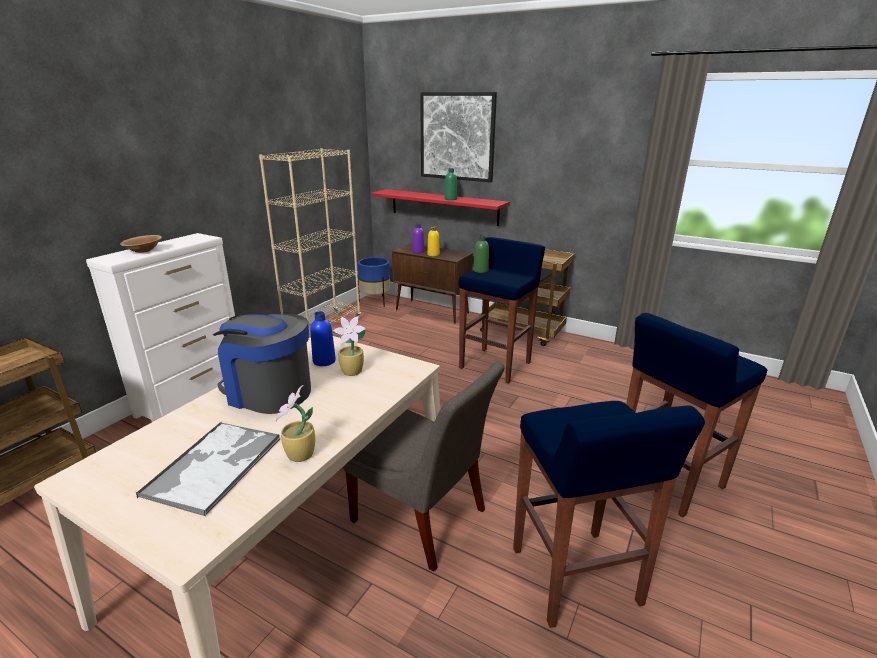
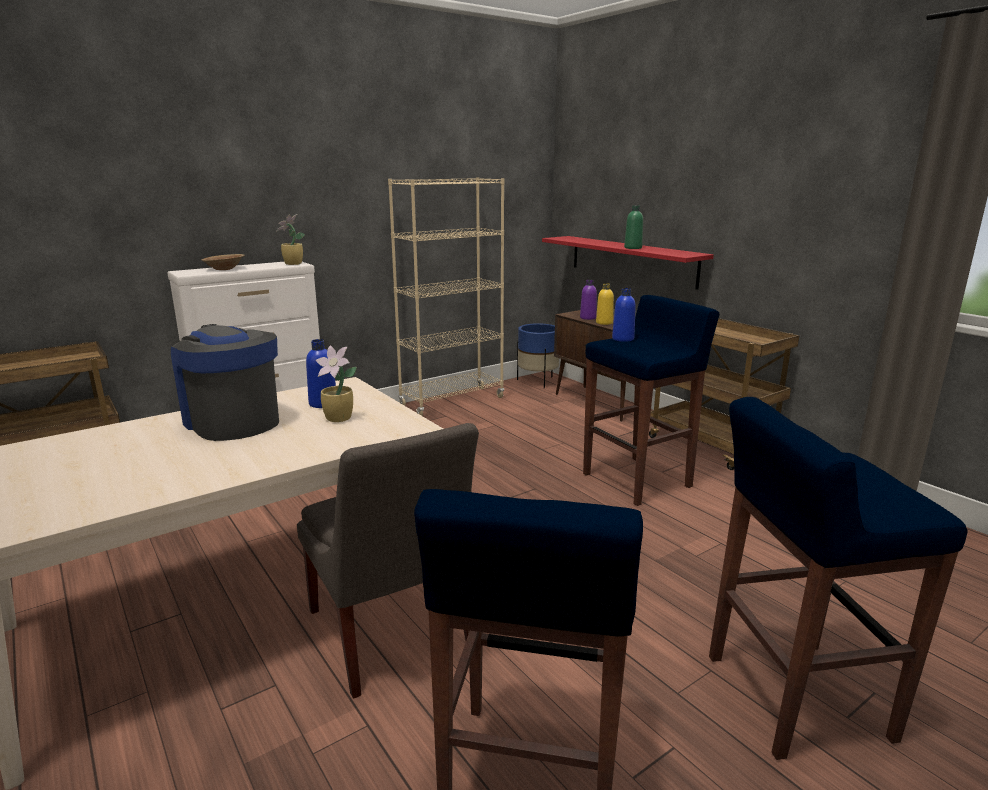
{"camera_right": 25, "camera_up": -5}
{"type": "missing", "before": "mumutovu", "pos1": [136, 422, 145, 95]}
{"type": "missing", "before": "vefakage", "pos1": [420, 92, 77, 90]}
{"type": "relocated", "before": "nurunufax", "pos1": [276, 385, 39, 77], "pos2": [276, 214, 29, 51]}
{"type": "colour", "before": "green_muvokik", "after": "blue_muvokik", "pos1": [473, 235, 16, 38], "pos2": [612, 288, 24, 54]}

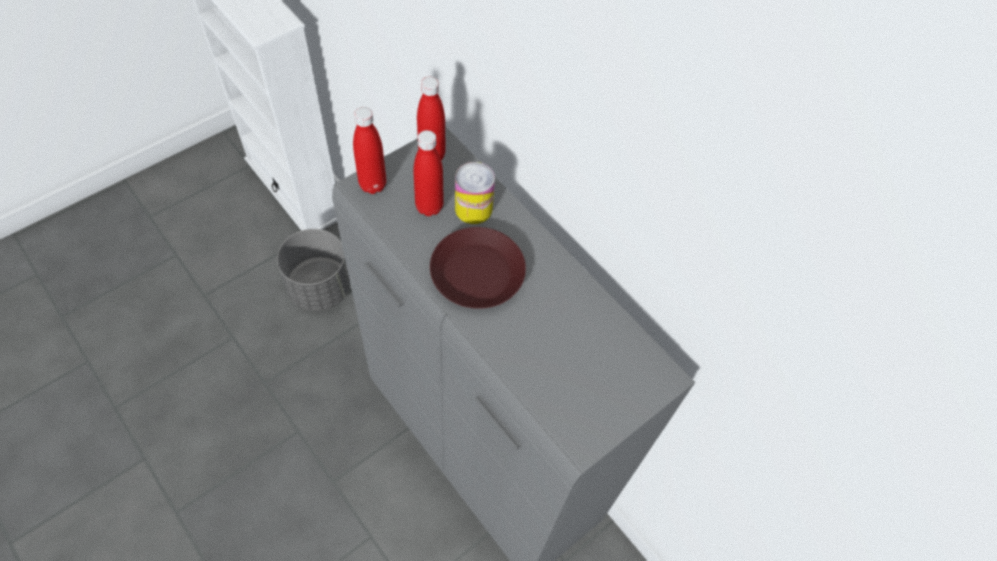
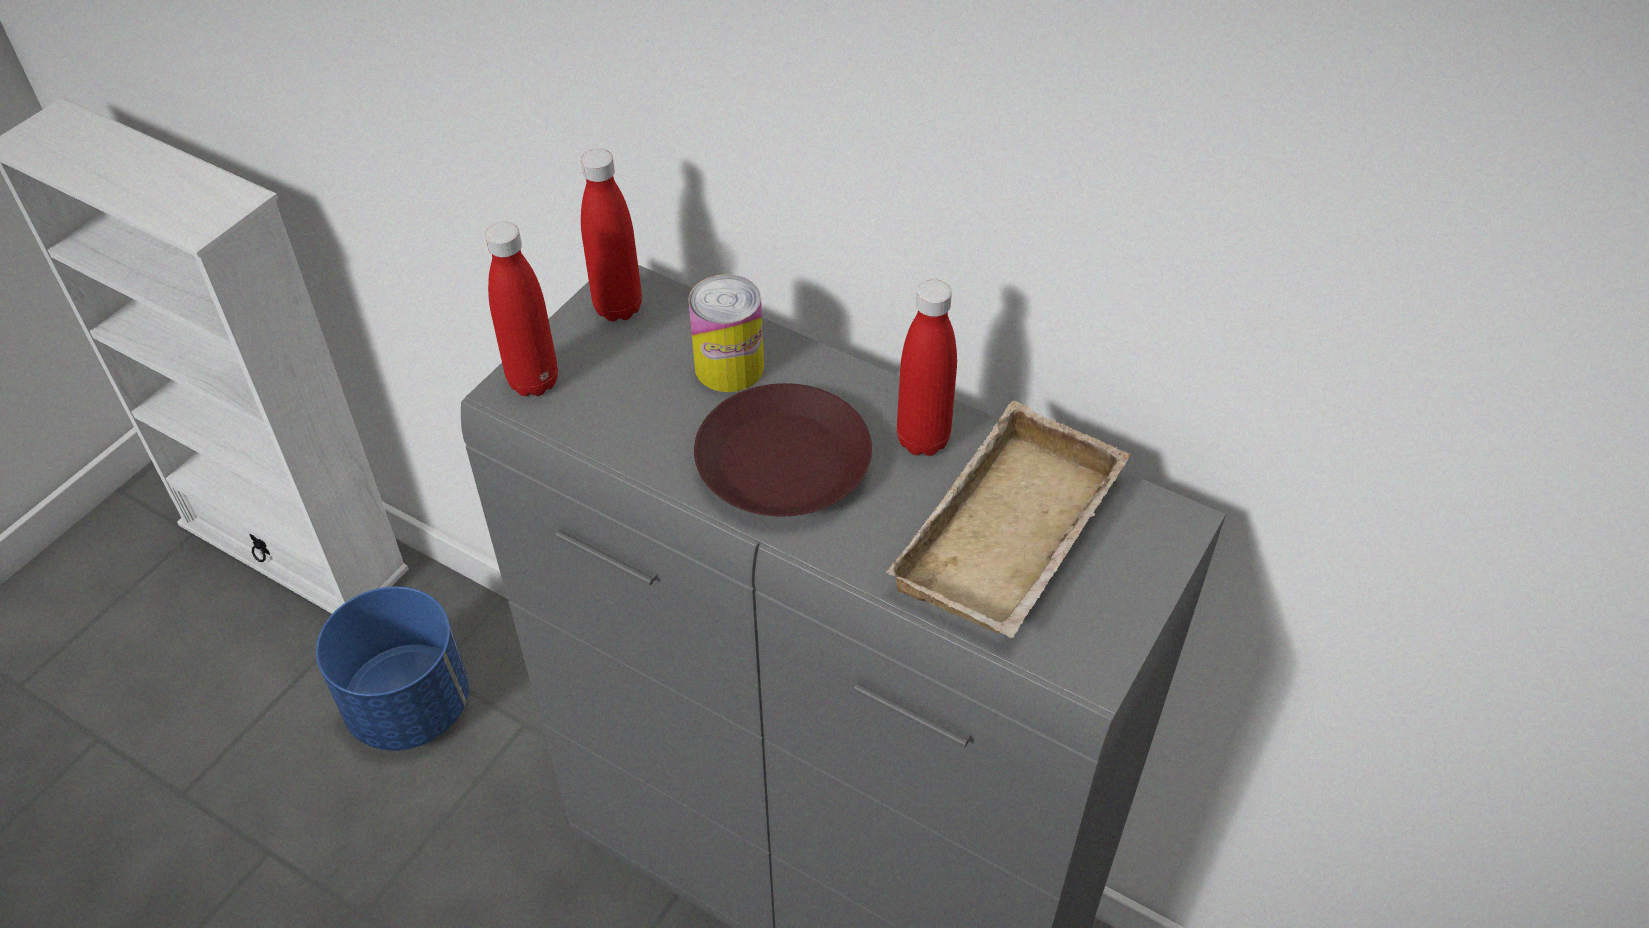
{"camera_right": -15, "camera_up": -10}
{"type": "appeared", "after": "beige_mumutovu", "pos2": [886, 400, 245, 238]}
{"type": "relocated", "before": "red_muvokik", "pos1": [414, 130, 30, 86], "pos2": [897, 279, 60, 177]}
{"type": "colour", "before": "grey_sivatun", "after": "blue_sivatun", "pos1": [277, 229, 73, 82], "pos2": [316, 586, 153, 165]}

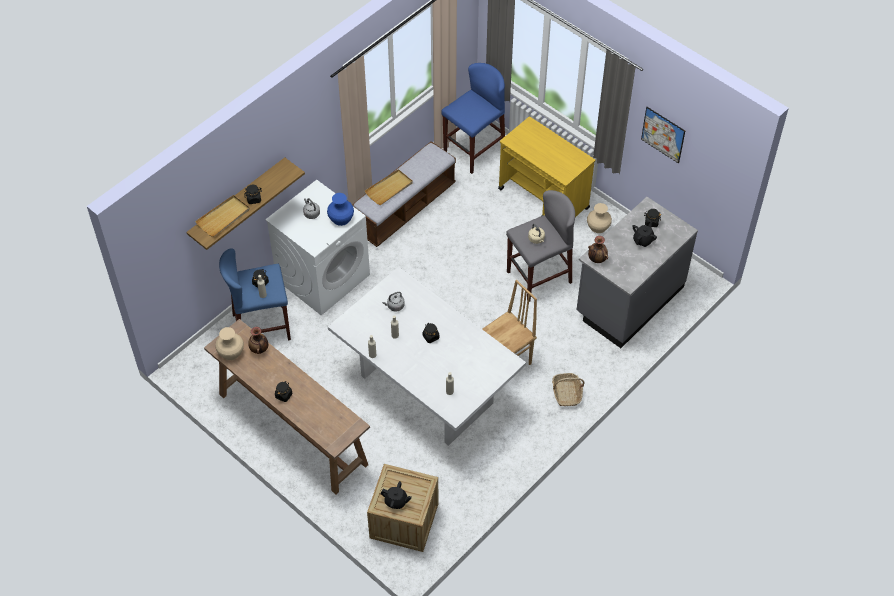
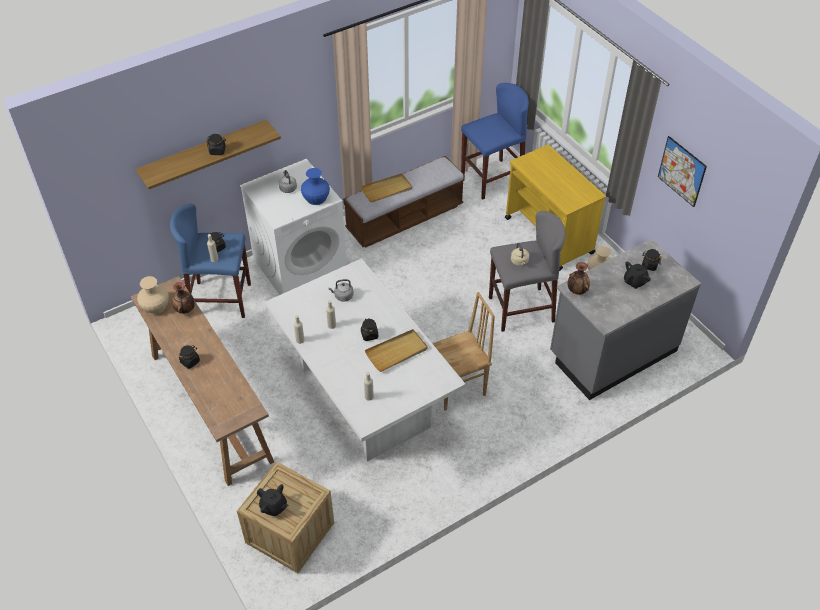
{"camera_right": 15, "camera_up": -5}
{"type": "missing", "before": "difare", "pos1": [552, 373, 33, 33]}
{"type": "relocated", "before": "beige_mumutovu", "pos1": [195, 195, 55, 42], "pos2": [365, 329, 63, 43]}

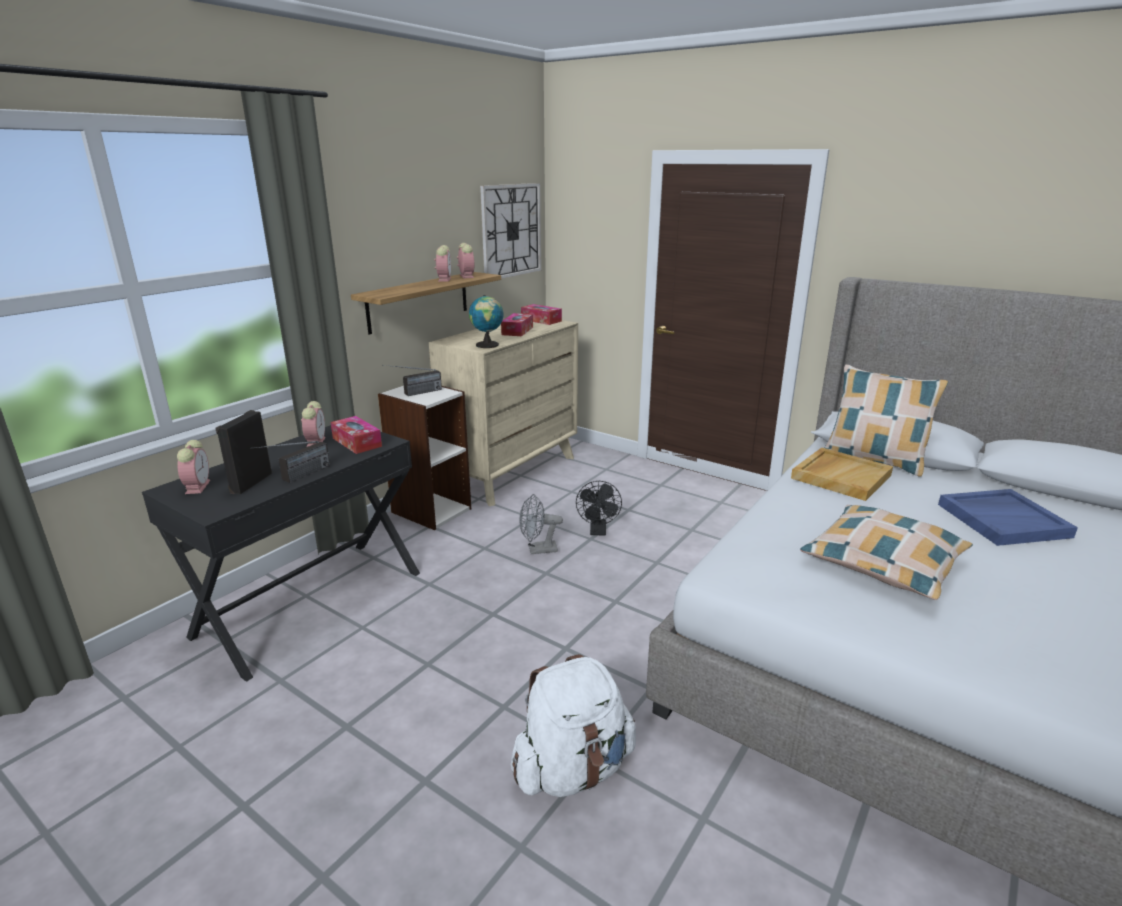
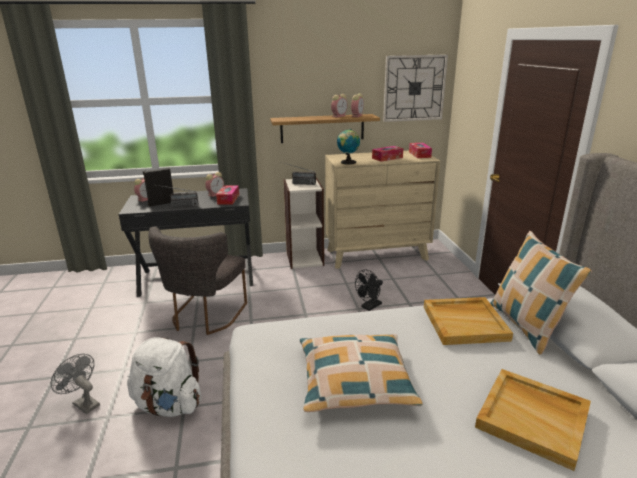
{"camera_right": 45, "camera_up": 0}
{"type": "appeared", "after": "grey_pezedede", "pos2": [149, 226, 98, 109]}
{"type": "relocated", "before": "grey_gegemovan", "pos1": [519, 494, 44, 60], "pos2": [51, 354, 49, 60]}
{"type": "colour", "before": "blue_mumutovu", "after": "beige_mumutovu", "pos1": [938, 489, 140, 57], "pos2": [475, 369, 116, 102]}

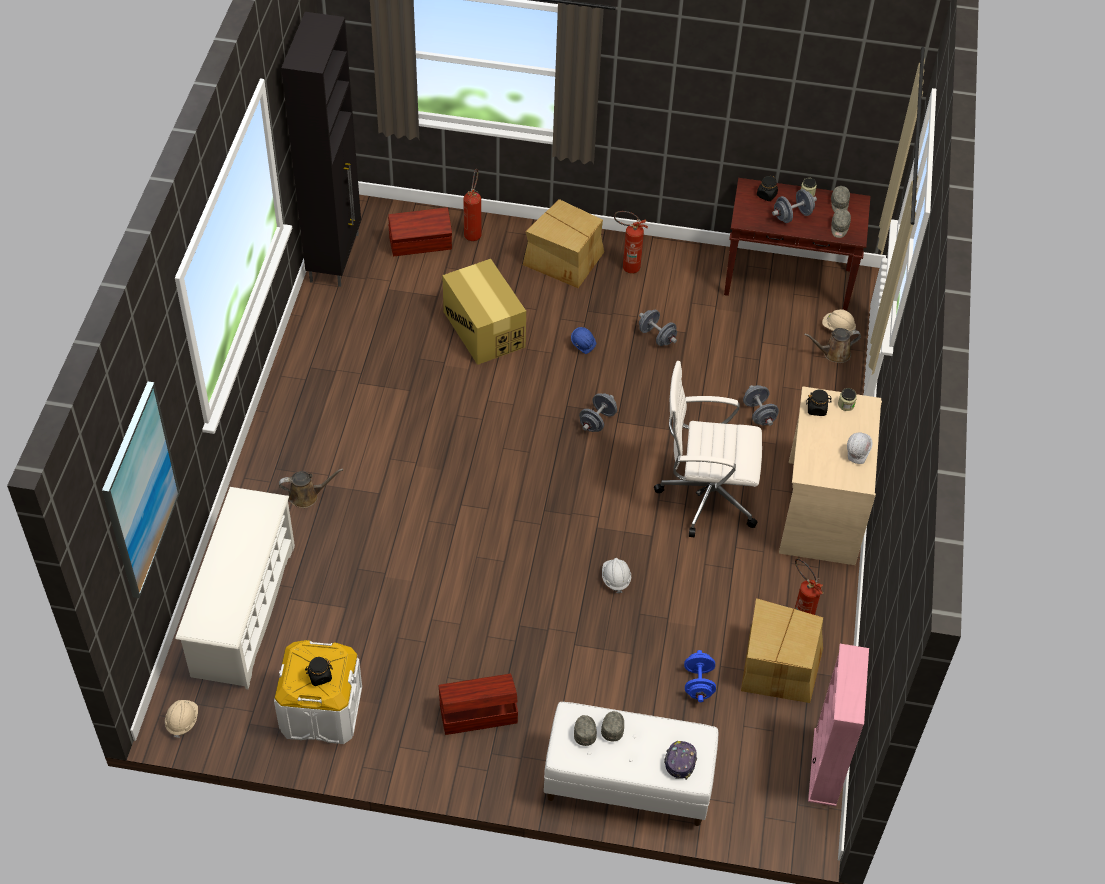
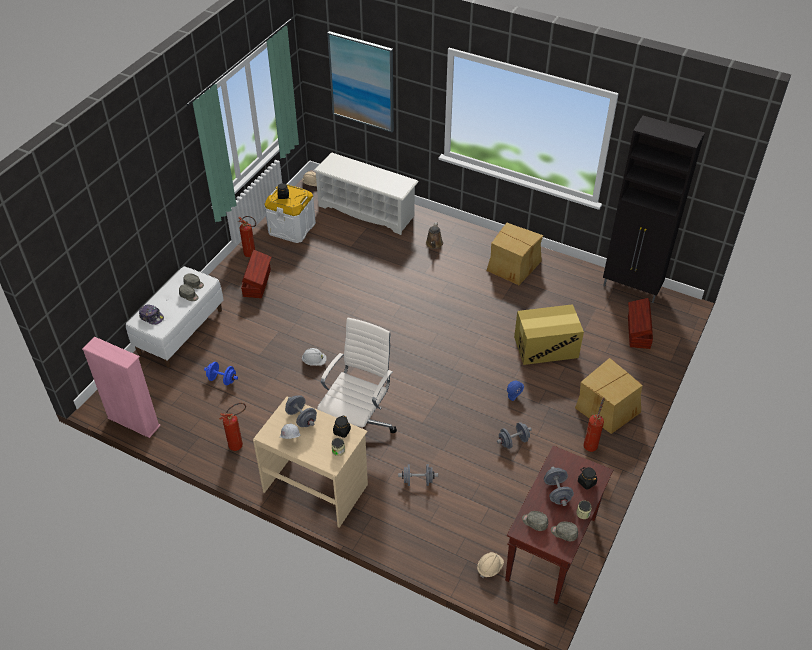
{"camera_right": 110, "camera_up": -5}
{"type": "missing", "before": "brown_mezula", "pos1": [804, 328, 57, 35]}
{"type": "relocated", "before": "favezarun", "pos1": [463, 169, 18, 72], "pos2": [238, 216, 18, 41]}
{"type": "relocated", "before": "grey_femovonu", "pos1": [579, 393, 38, 39], "pos2": [285, 395, 32, 32]}
{"type": "relocated", "before": "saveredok", "pos1": [741, 598, 82, 105], "pos2": [486, 223, 57, 62]}

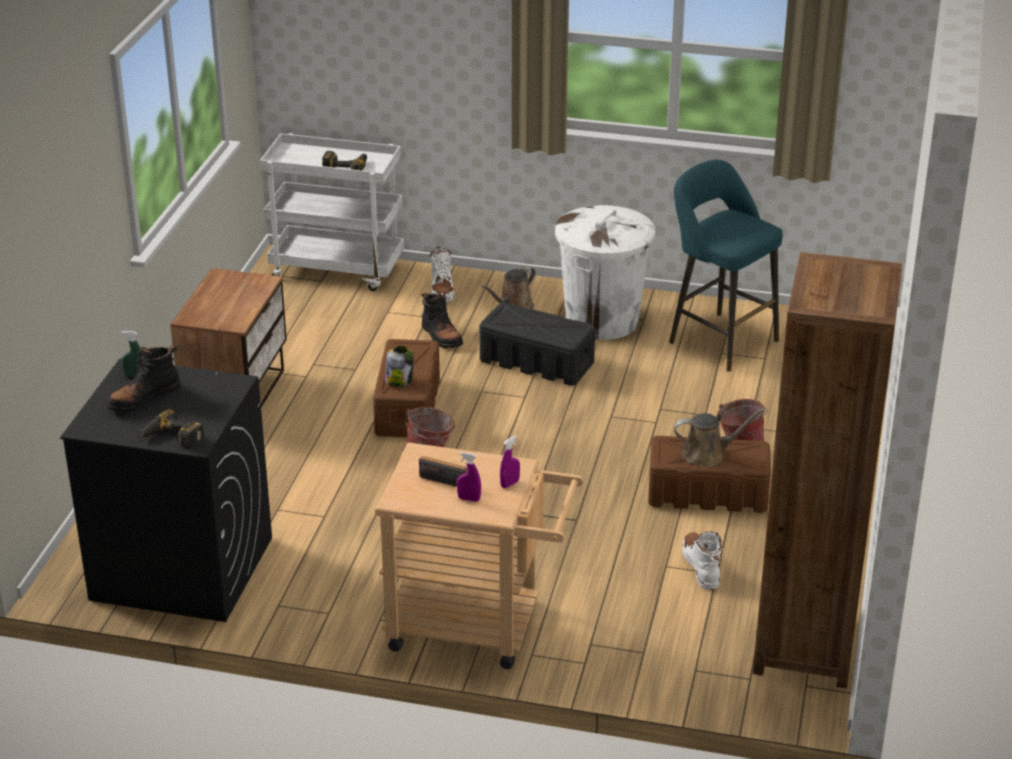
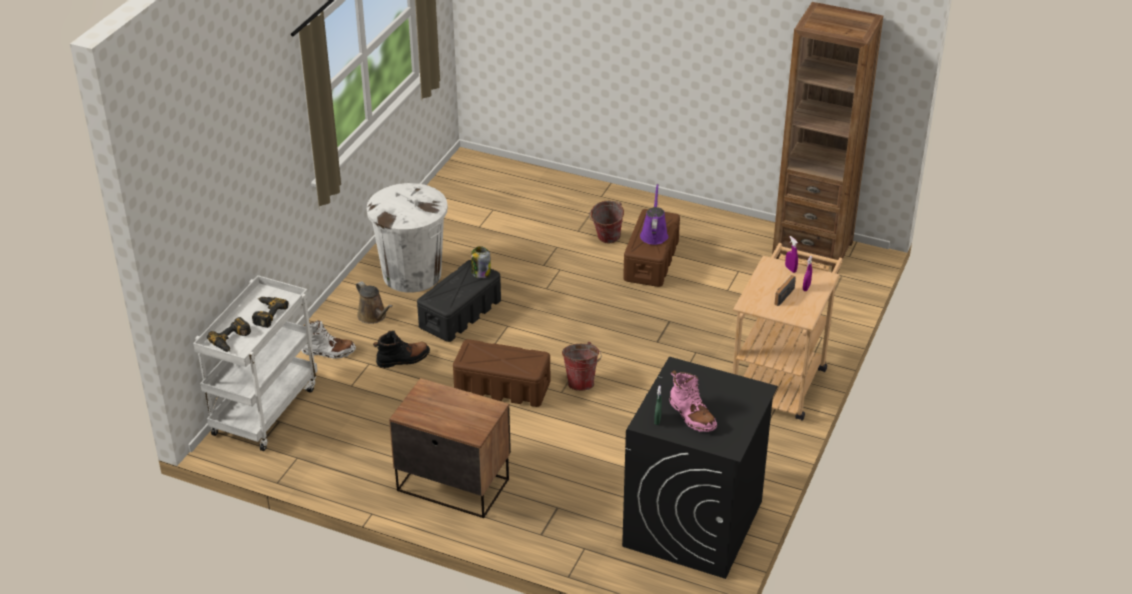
{"camera_right": -80, "camera_up": 5}
{"type": "missing", "before": "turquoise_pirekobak", "pos1": [669, 160, 114, 212]}
{"type": "missing", "before": "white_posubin", "pos1": [682, 532, 41, 58]}
{"type": "relocated", "before": "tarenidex", "pos1": [140, 409, 64, 40], "pos2": [207, 317, 44, 35]}
{"type": "relocated", "before": "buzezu", "pos1": [385, 345, 29, 42], "pos2": [471, 246, 19, 32]}
{"type": "colour", "before": "black_posubin", "after": "pink_posubin", "pos1": [107, 345, 73, 67], "pos2": [670, 370, 47, 62]}
{"type": "colour", "before": "brown_mezula", "after": "purple_mezula", "pos1": [674, 409, 91, 58], "pos2": [640, 184, 28, 61]}

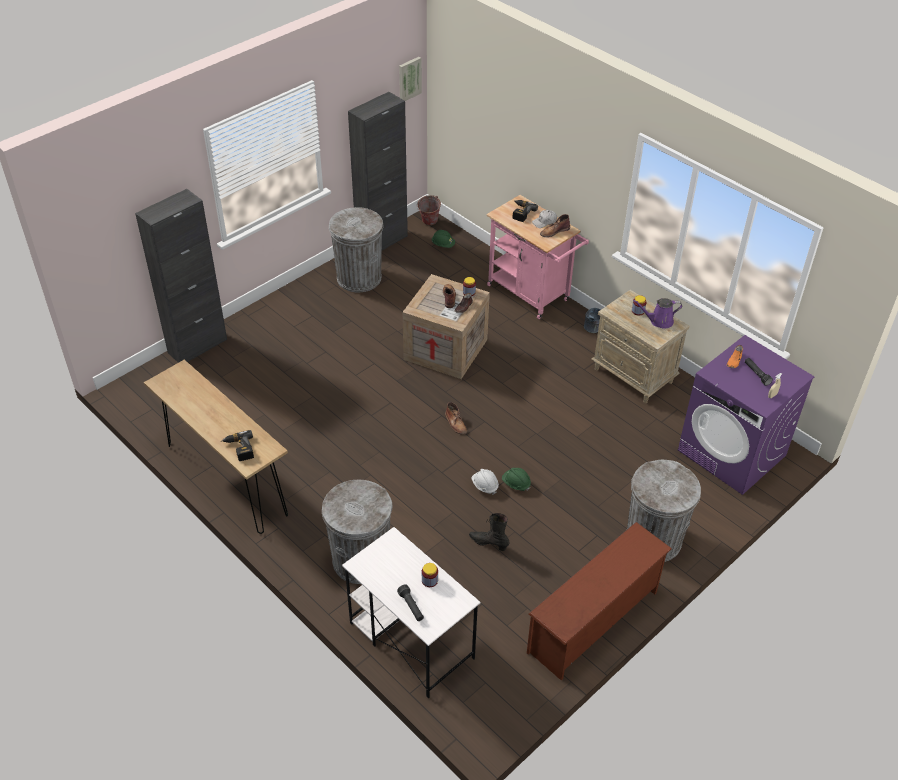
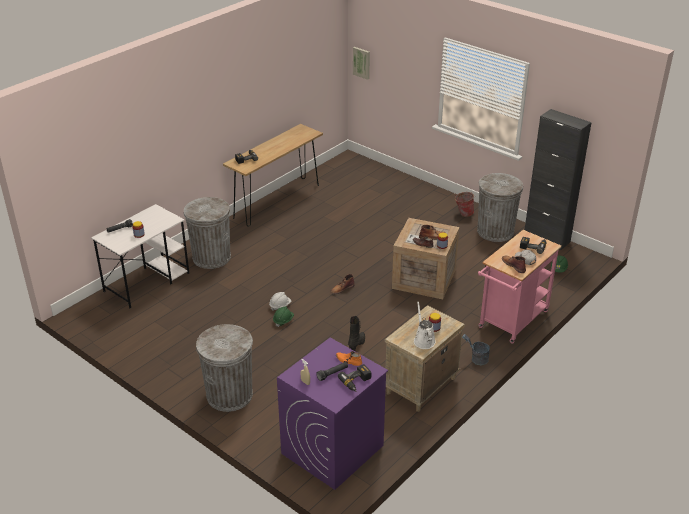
{"camera_right": 85, "camera_up": -10}
{"type": "missing", "before": "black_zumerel", "pos1": [135, 189, 92, 174]}
{"type": "missing", "before": "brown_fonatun", "pos1": [527, 522, 145, 158]}
{"type": "appeared", "after": "tarenidex", "pos2": [338, 364, 33, 28]}
{"type": "relocated", "before": "vefakage", "pos1": [399, 57, 23, 44], "pos2": [353, 47, 17, 33]}
{"type": "relocated", "before": "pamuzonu", "pos1": [416, 195, 25, 30], "pos2": [455, 192, 20, 25]}
{"type": "relocated", "before": "black_posubin", "pos1": [469, 513, 41, 38], "pos2": [348, 316, 17, 35]}
{"type": "colour", "before": "purple_mezula", "after": "white_mezula", "pos1": [633, 298, 49, 31], "pos2": [414, 301, 22, 48]}

